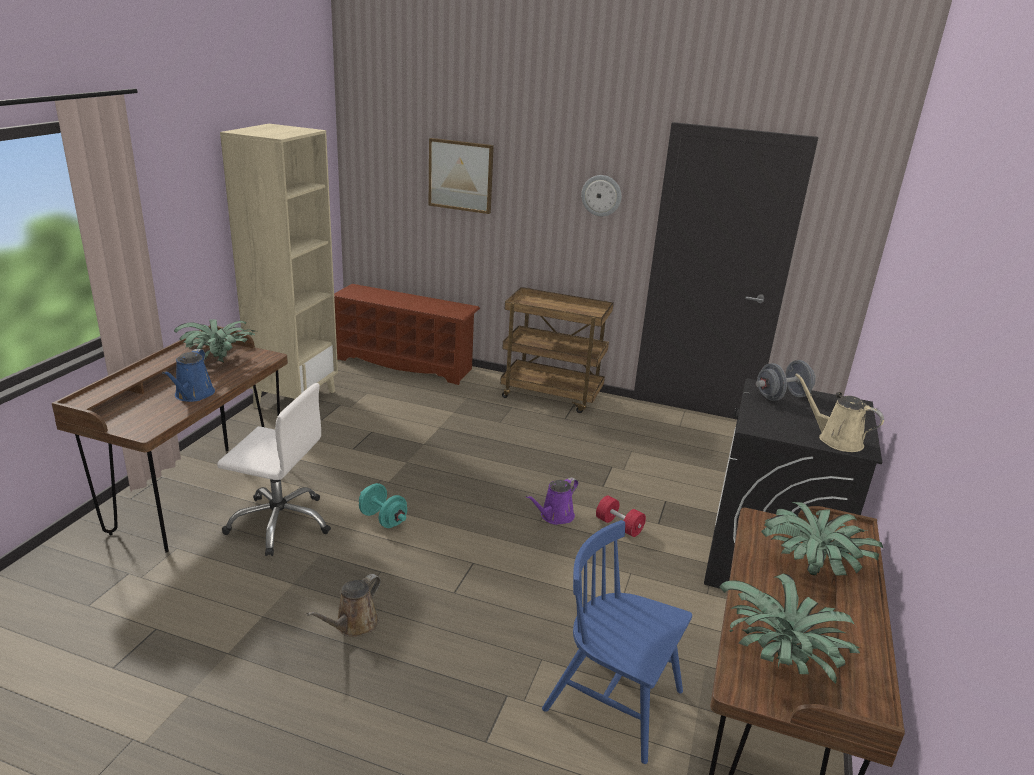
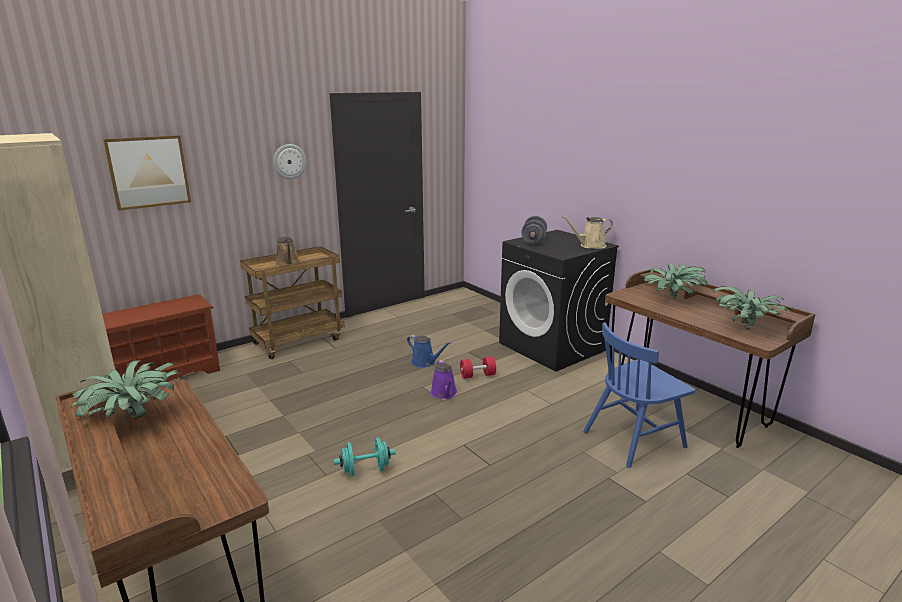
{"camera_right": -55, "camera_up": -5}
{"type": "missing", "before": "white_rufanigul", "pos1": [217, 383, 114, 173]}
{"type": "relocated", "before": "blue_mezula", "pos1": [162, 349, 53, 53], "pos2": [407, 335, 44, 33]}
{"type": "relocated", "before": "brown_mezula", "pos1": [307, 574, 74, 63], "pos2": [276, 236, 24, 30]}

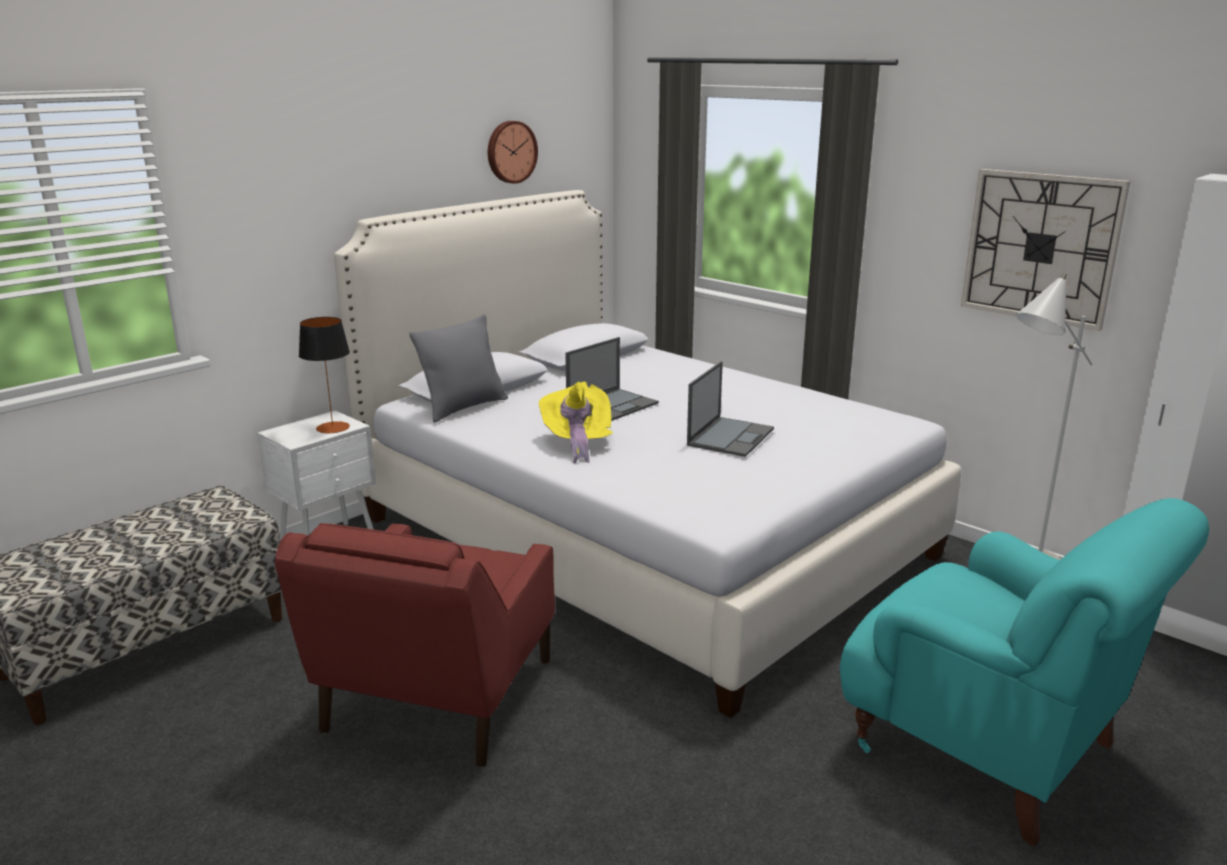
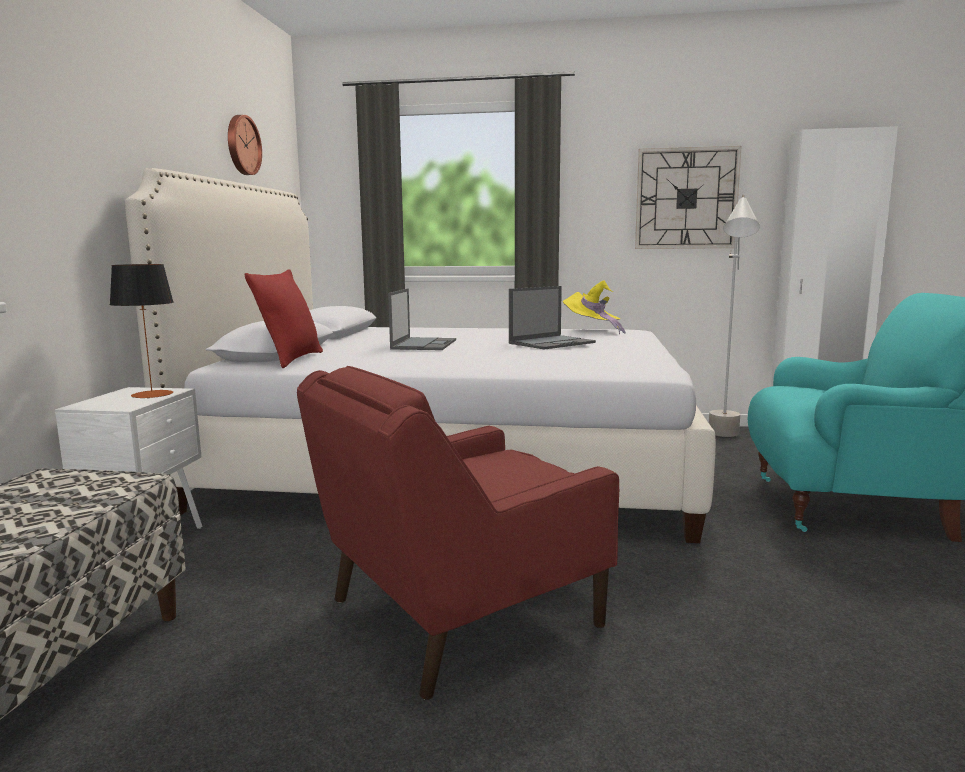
{"camera_right": -35, "camera_up": -10}
{"type": "relocated", "before": "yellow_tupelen", "pos1": [539, 382, 74, 81], "pos2": [563, 280, 63, 54]}
{"type": "colour", "before": "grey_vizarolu", "after": "red_vizarolu", "pos1": [409, 314, 99, 109], "pos2": [244, 269, 79, 99]}
{"type": "spun", "before": "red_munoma", "pos1": [275, 523, 280, 244], "pos2": [297, 366, 322, 334], "turn": 75}
{"type": "spun", "before": "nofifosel", "pos1": [687, 361, 87, 96], "pos2": [509, 286, 87, 64], "turn": 60}

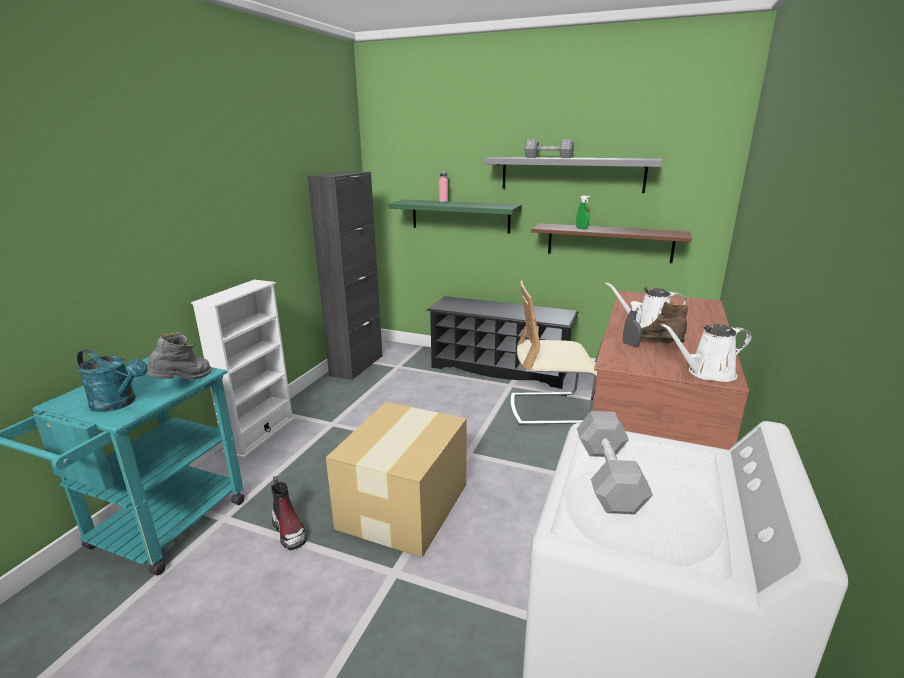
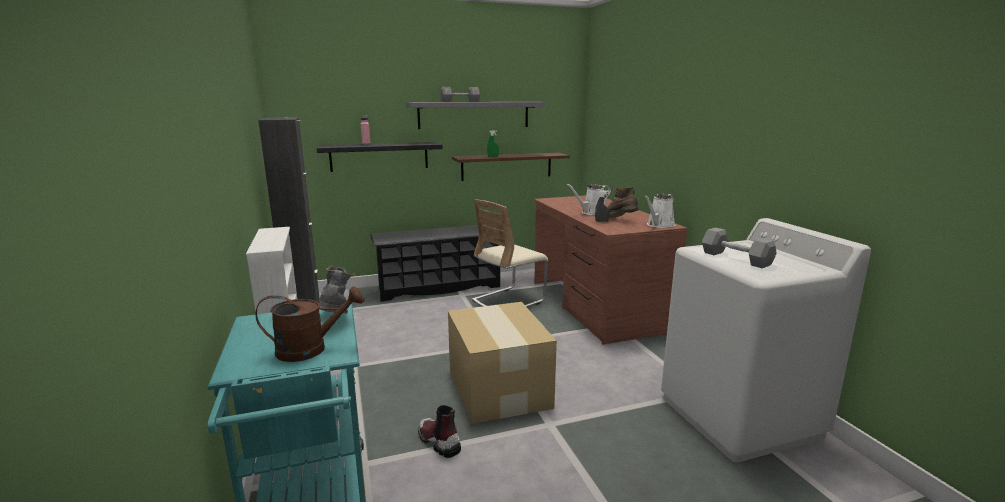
{"camera_right": -40, "camera_up": -5}
{"type": "colour", "before": "turquoise_mezula", "after": "brown_mezula", "pos1": [77, 349, 71, 63], "pos2": [255, 286, 110, 76]}
{"type": "colour", "before": "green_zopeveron", "after": "black_zopeveron", "pos1": [388, 199, 134, 35], "pos2": [317, 142, 126, 30]}
{"type": "spun", "before": "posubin", "pos1": [271, 476, 35, 74], "pos2": [418, 405, 43, 53], "turn": -150}

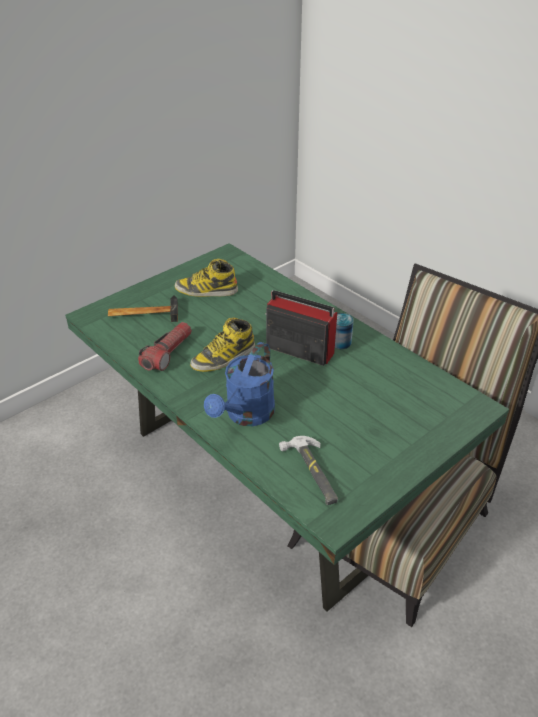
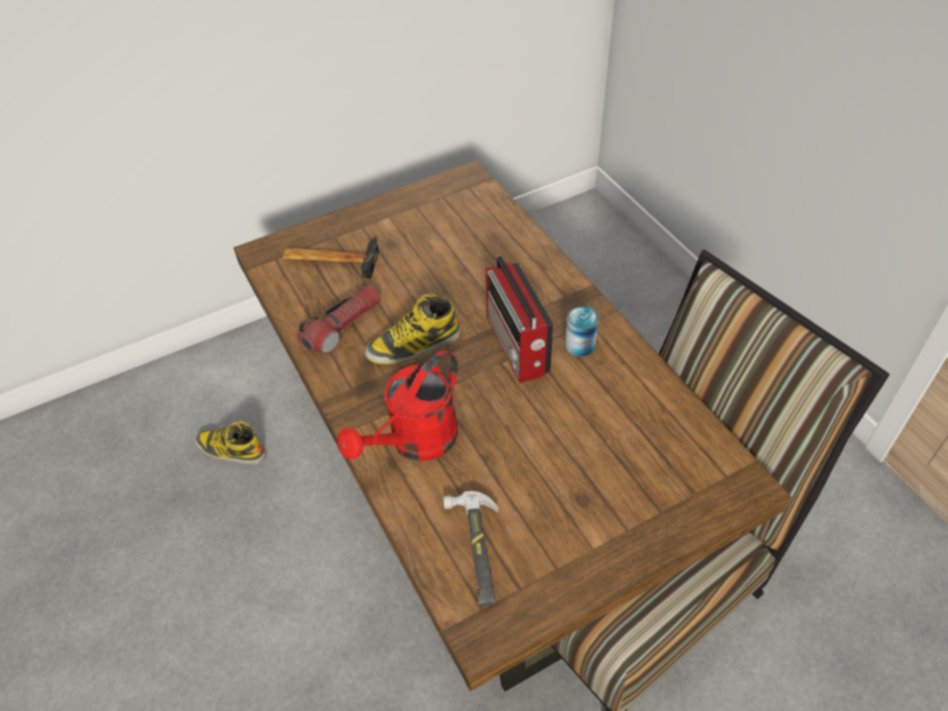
{"camera_right": 15, "camera_up": 10}
{"type": "relocated", "before": "posubin", "pos1": [175, 259, 63, 38], "pos2": [195, 421, 72, 43]}
{"type": "colour", "before": "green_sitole", "after": "brown_sitole", "pos1": [65, 243, 444, 369], "pos2": [233, 160, 559, 532]}
{"type": "colour", "before": "blue_mezula", "after": "red_mezula", "pos1": [204, 342, 71, 84], "pos2": [337, 350, 121, 111]}
{"type": "spun", "before": "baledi", "pos1": [265, 290, 72, 76], "pos2": [486, 255, 67, 128], "turn": -150}

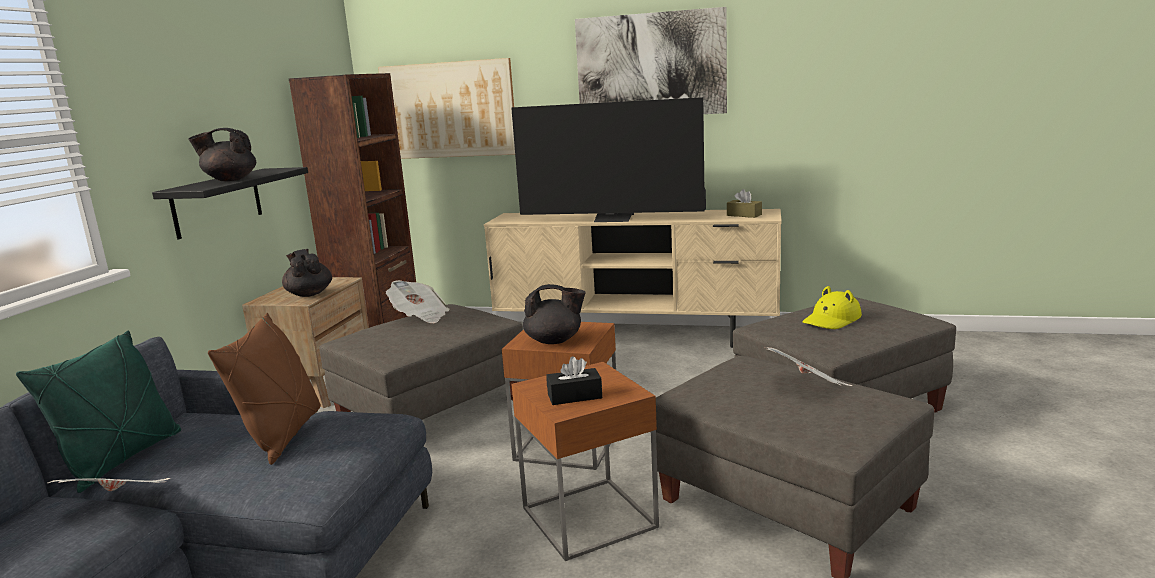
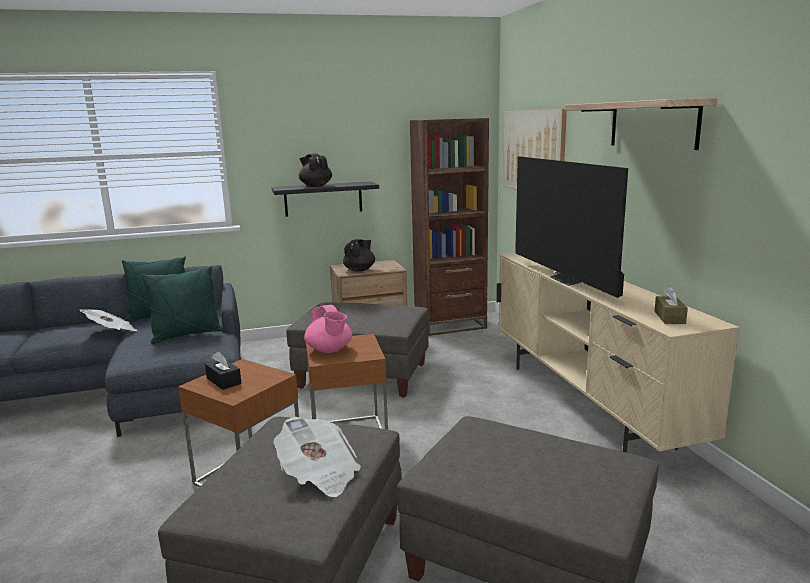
{"camera_right": 60, "camera_up": 0}
{"type": "missing", "before": "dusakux", "pos1": [386, 280, 64, 43]}
{"type": "missing", "before": "yellow_tupelen", "pos1": [802, 286, 60, 43]}
{"type": "exchanged", "before": "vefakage", "after": "zopeveron", "pos1": [575, 7, 152, 107], "pos2": [565, 98, 153, 52]}
{"type": "colour", "before": "brown_vizarolu", "after": "green_vizarolu", "pos1": [208, 313, 113, 152], "pos2": [141, 266, 82, 78]}
{"type": "colour", "before": "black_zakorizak", "after": "pink_zakorizak", "pos1": [523, 284, 63, 60], "pos2": [304, 305, 48, 48]}

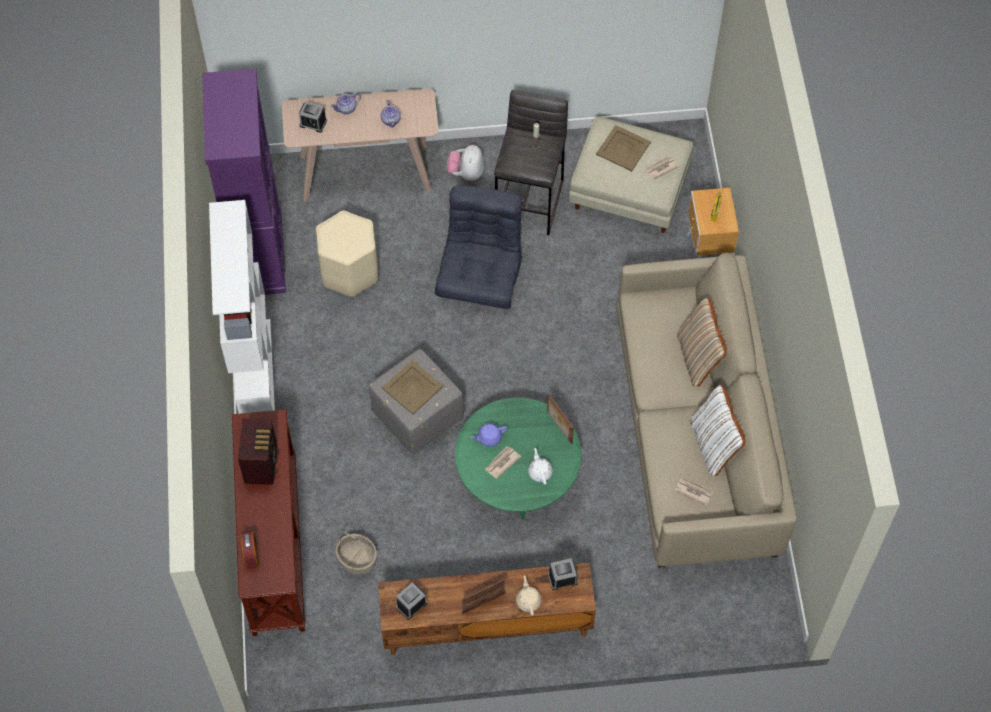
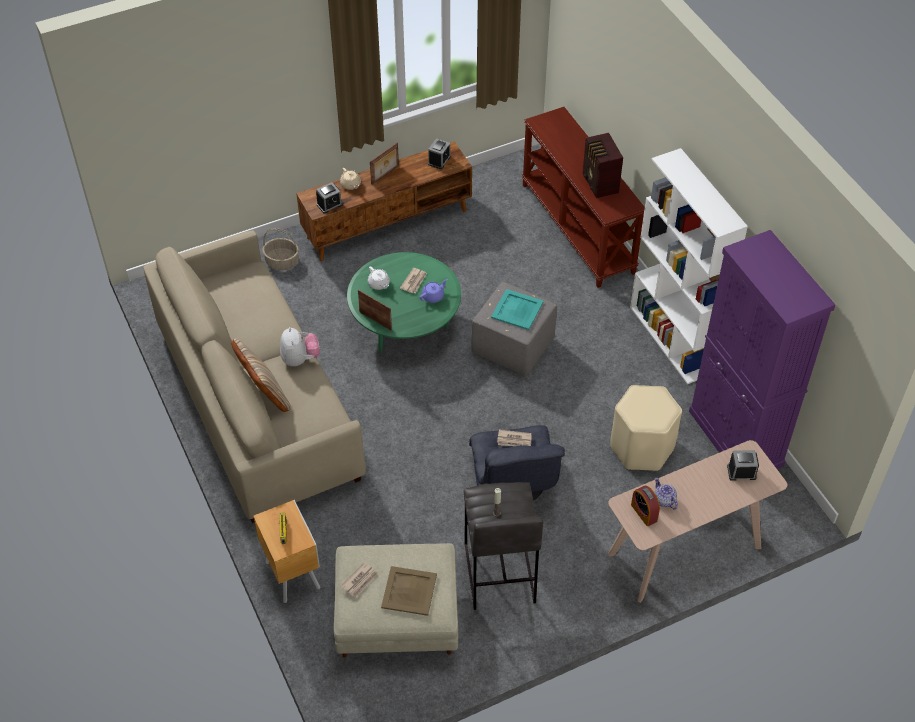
{"camera_right": 160, "camera_up": -10}
{"type": "missing", "before": "zakorizak", "pos1": [331, 93, 30, 21]}
{"type": "missing", "before": "white_vizarolu", "pos1": [690, 384, 55, 92]}
{"type": "relocated", "before": "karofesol", "pos1": [240, 531, 19, 38], "pos2": [631, 486, 29, 40]}
{"type": "relocated", "before": "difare", "pos1": [335, 532, 42, 43], "pos2": [262, 228, 37, 42]}
{"type": "relocated", "before": "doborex", "pos1": [447, 145, 37, 36], "pos2": [280, 327, 40, 39]}
{"type": "relocated", "before": "dusakux", "pos1": [675, 478, 38, 28], "pos2": [497, 429, 35, 17]}
{"type": "colour", "before": "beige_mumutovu", "after": "turquoise_mumutovu", "pos1": [382, 360, 61, 54], "pos2": [491, 289, 53, 41]}

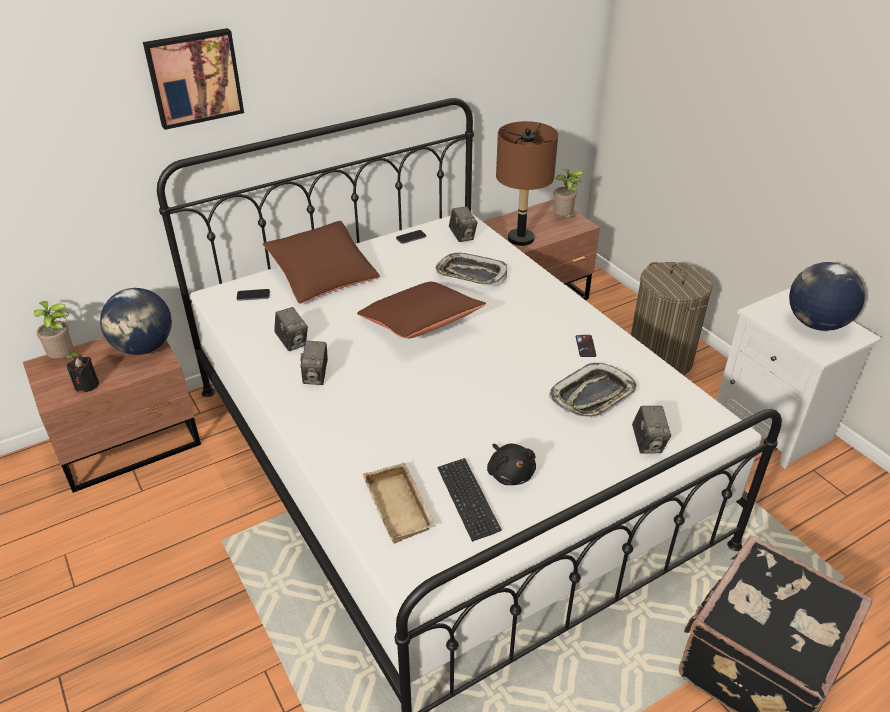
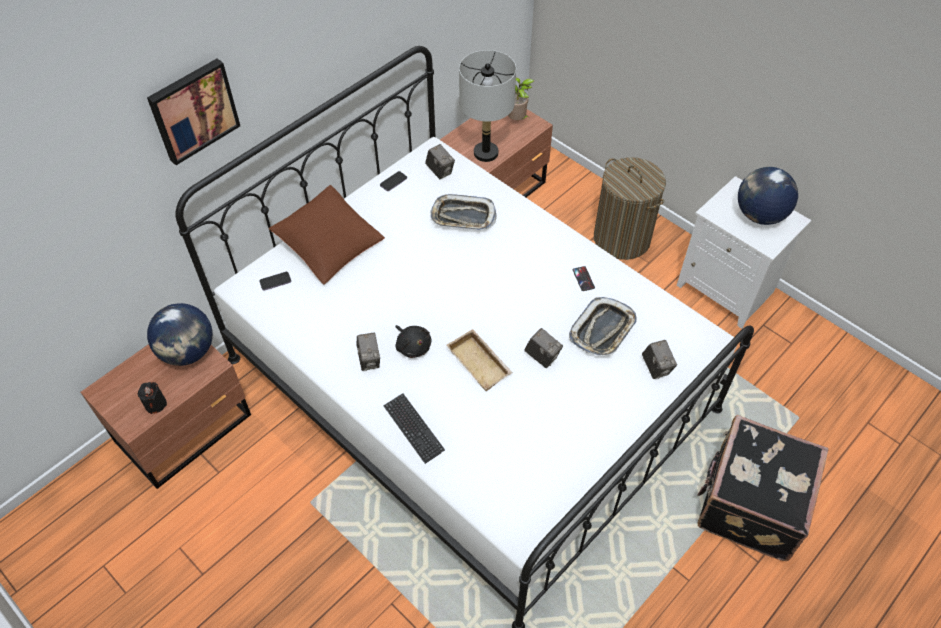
{"camera_right": -15, "camera_up": 15}
{"type": "missing", "before": "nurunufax", "pos1": [34, 301, 46, 58]}
{"type": "missing", "before": "brown_vizarolu", "pos1": [357, 282, 129, 56]}
{"type": "relocated", "before": "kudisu", "pos1": [274, 307, 34, 44], "pos2": [524, 328, 39, 40]}
{"type": "relocated", "before": "beige_mumutovu", "pos1": [363, 462, 74, 82], "pos2": [447, 329, 66, 62]}
{"type": "relocated", "before": "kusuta", "pos1": [438, 458, 64, 84], "pos2": [383, 393, 62, 71]}
{"type": "relocated", "before": "black_doborex", "pos1": [487, 443, 49, 42], "pos2": [395, 325, 37, 33]}
{"type": "colour", "before": "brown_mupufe", "after": "grey_mupufe", "pos1": [496, 121, 62, 125], "pos2": [459, 50, 57, 112]}

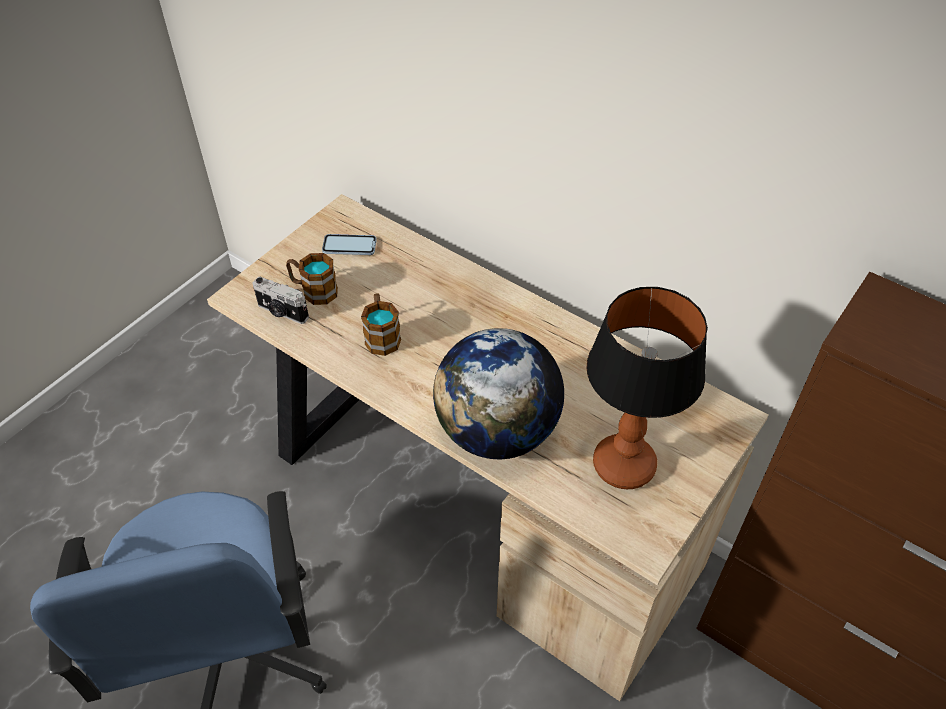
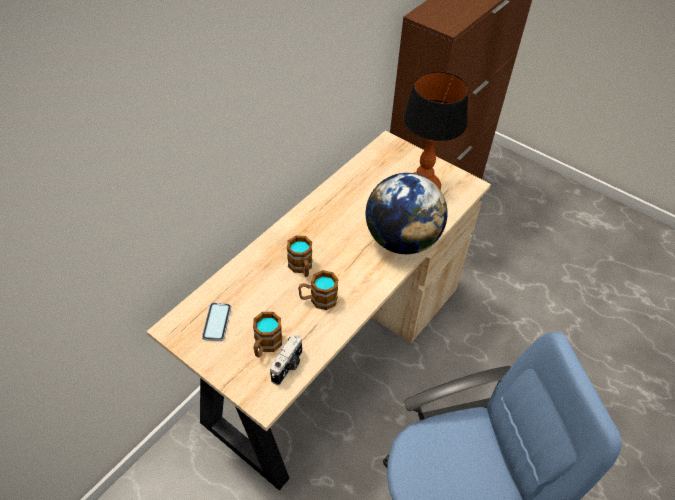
{"camera_right": -90, "camera_up": 0}
{"type": "appeared", "after": "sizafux", "pos2": [287, 235, 25, 42]}

